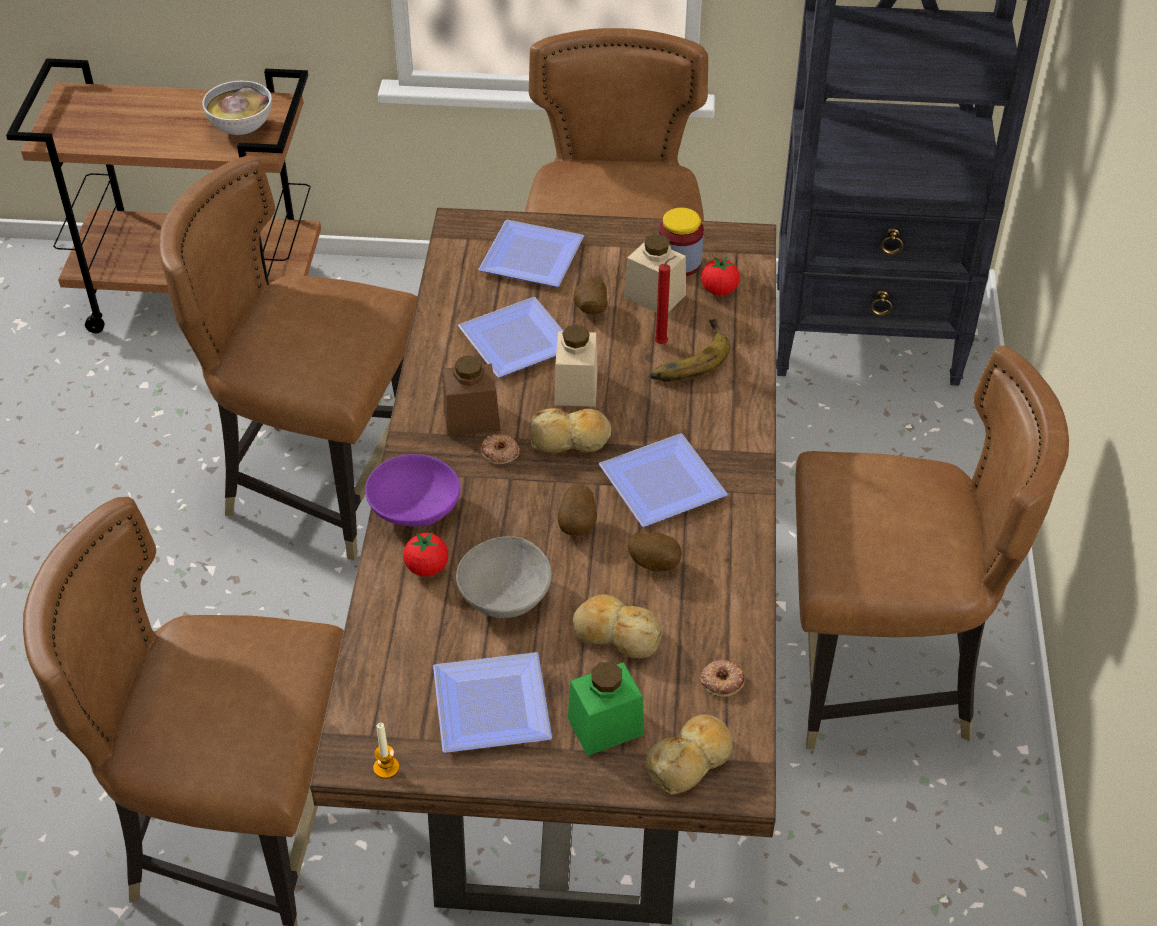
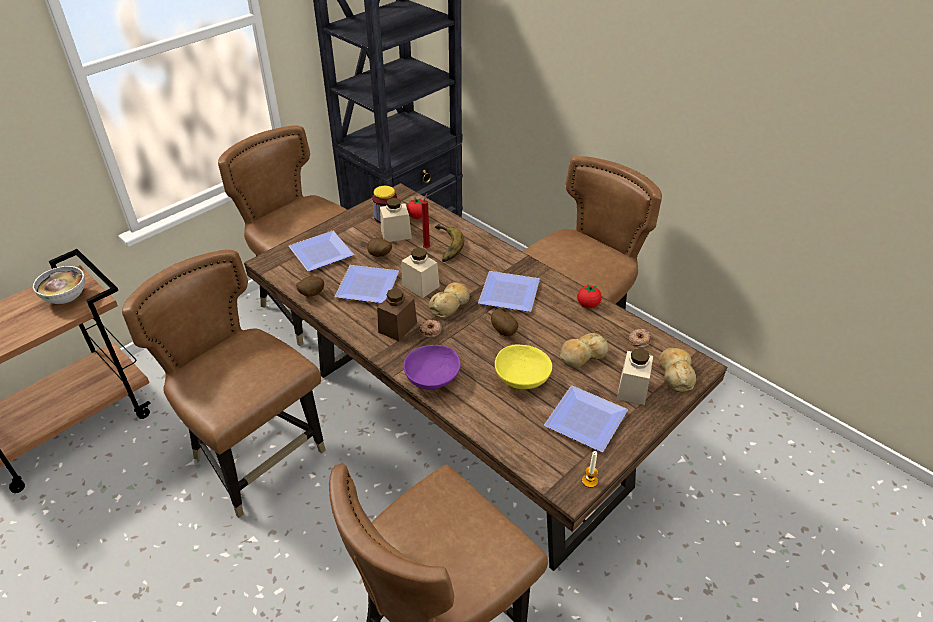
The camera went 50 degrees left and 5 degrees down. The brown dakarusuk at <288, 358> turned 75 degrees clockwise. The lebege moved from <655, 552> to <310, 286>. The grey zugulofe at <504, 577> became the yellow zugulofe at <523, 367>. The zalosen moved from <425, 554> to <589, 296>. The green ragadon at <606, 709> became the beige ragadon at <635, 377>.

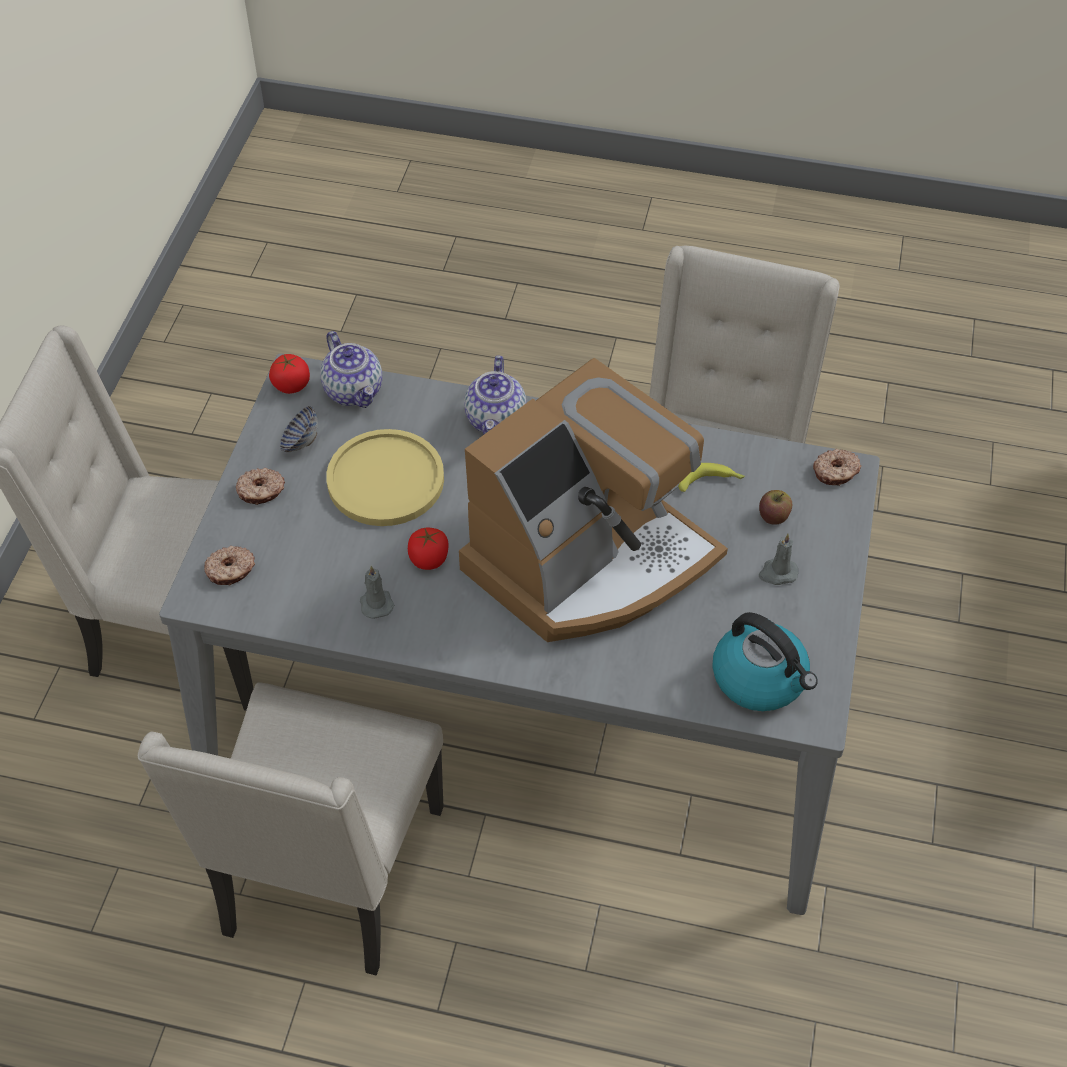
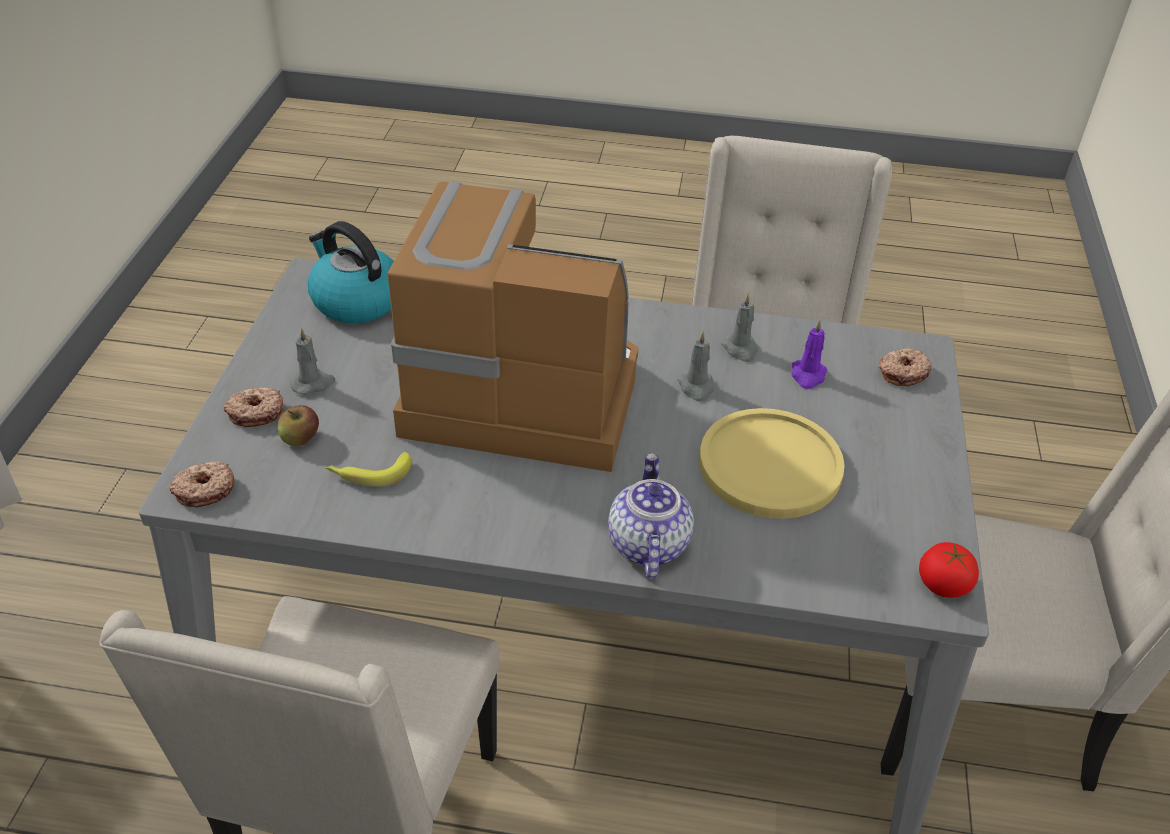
The camera went 175 degrees right and 10 degrees down. The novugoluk moved from <260, 486> to <253, 407>. The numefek at <593, 500> turned 60 degrees clockwise. The zalosen at <428, 549> was replaced by the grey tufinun at <695, 366>. The purple tufinun at <809, 354> appeared. The zugulofe at <299, 429> disappeared. The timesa at <351, 369> disappeared.

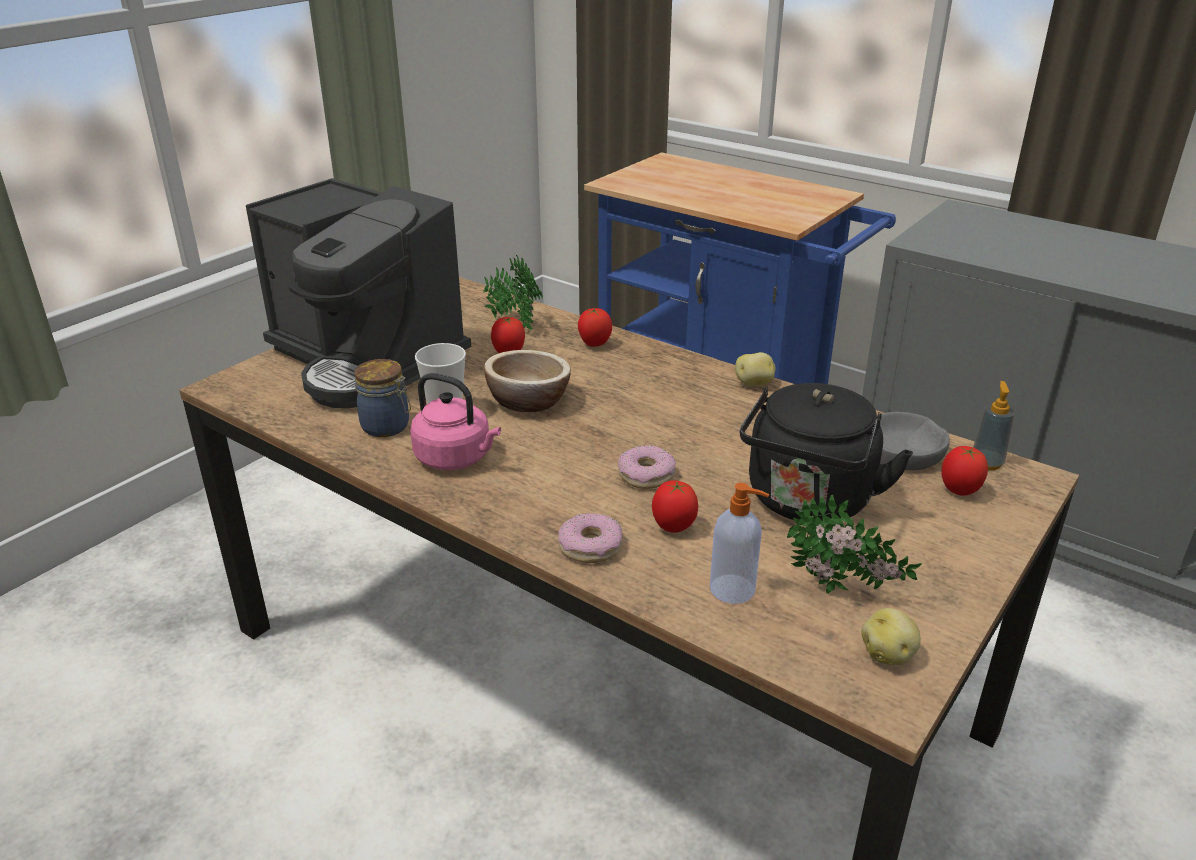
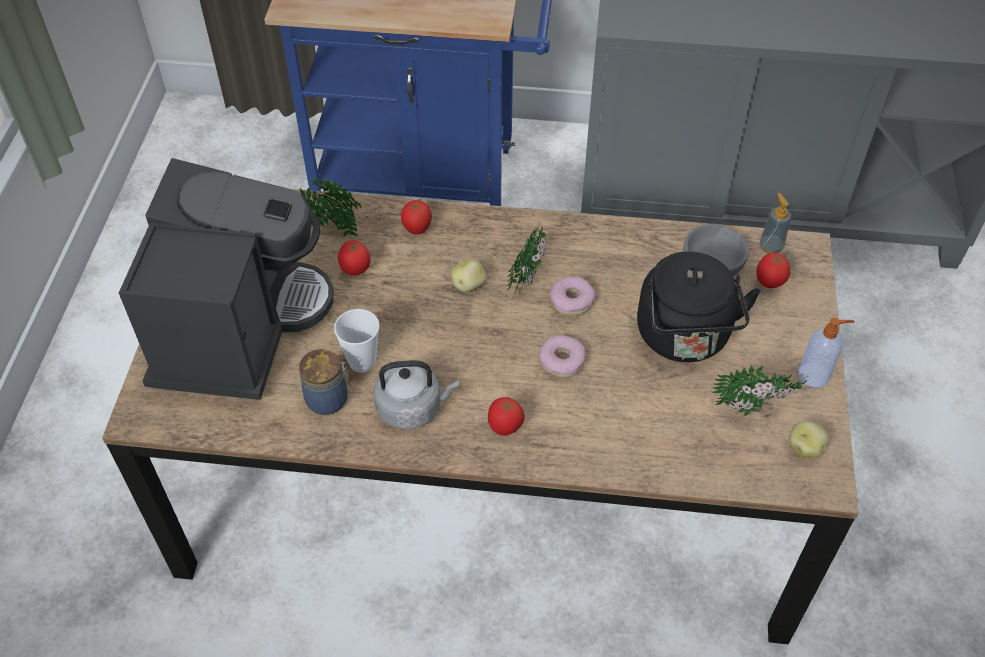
The camera went 30 degrees left and 20 degrees up. The numefek at <358, 293> turned 90 degrees counterclockwise. The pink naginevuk at <455, 421> became the grey naginevuk at <416, 394>. The lebege moved from <755, 369> to <469, 276>. The zalosen moved from <675, 506> to <506, 416>. The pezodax at <526, 260> appeared. The novugoluk moved from <590, 538> to <573, 296>. The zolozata moved from <740, 543> to <826, 353>. The zugulofe at <527, 381> disappeared.

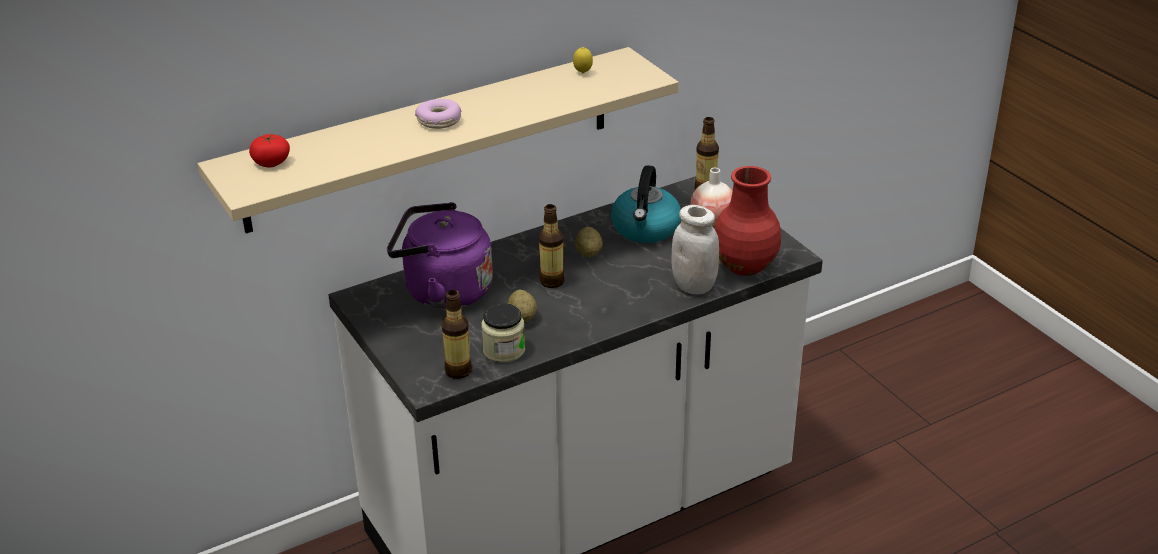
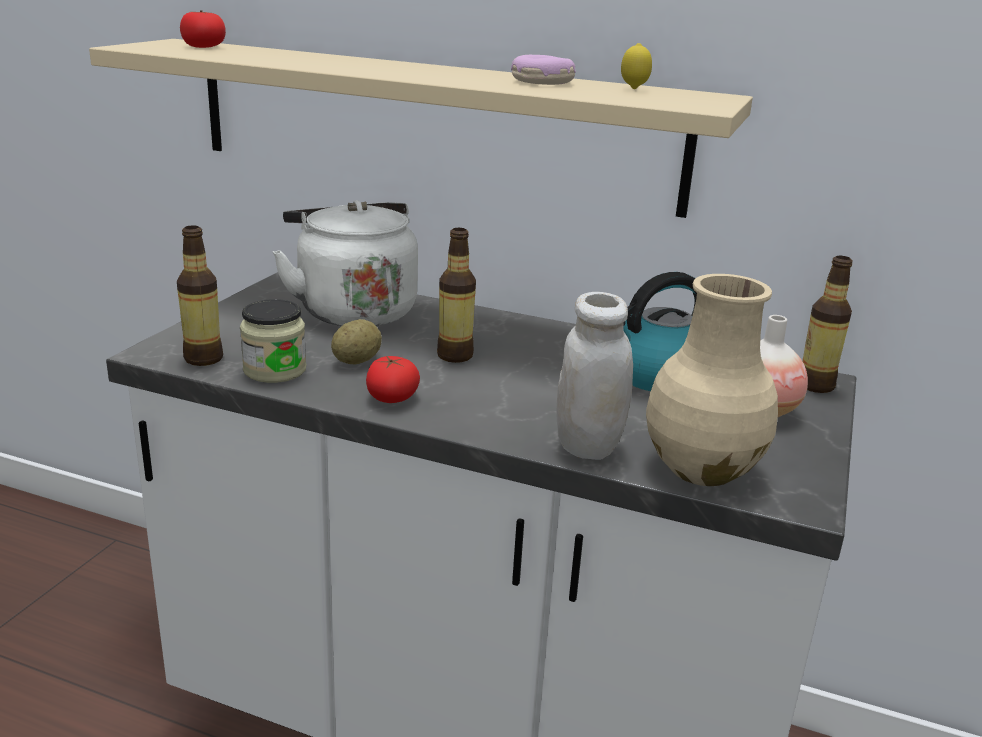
The camera went 50 degrees right and 10 degrees down. The purple naginevuk at <440, 255> became the white naginevuk at <345, 263>. The zalosen at <393, 379> appeared. The novugoluk moved from <438, 114> to <543, 70>. The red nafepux at <747, 221> became the beige nafepux at <712, 380>. The lebege at <589, 242> disappeared.

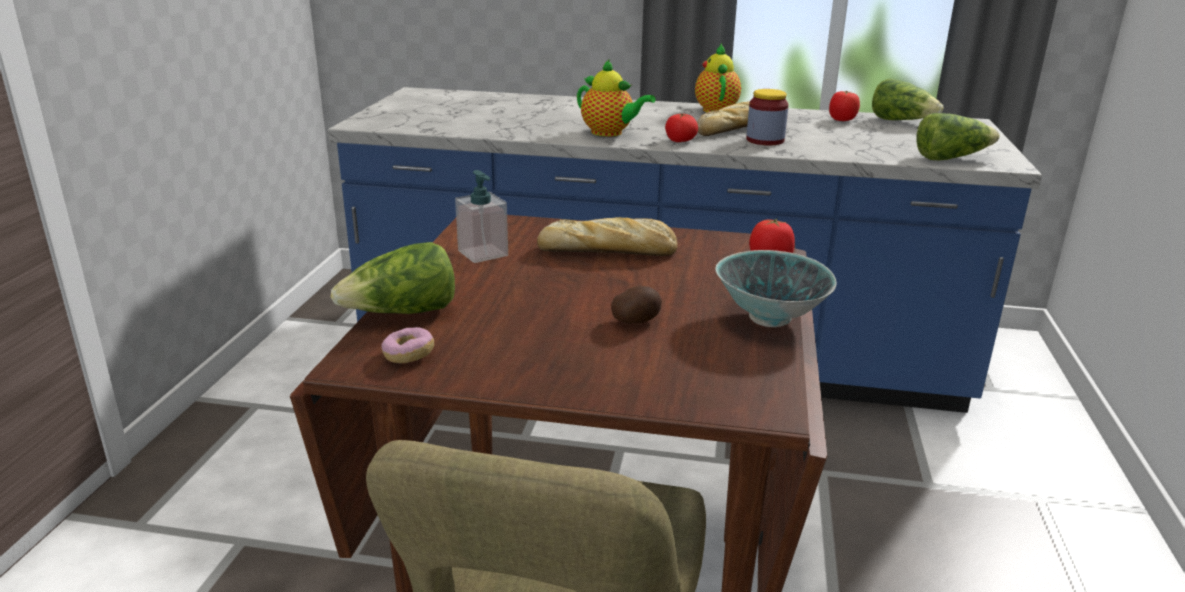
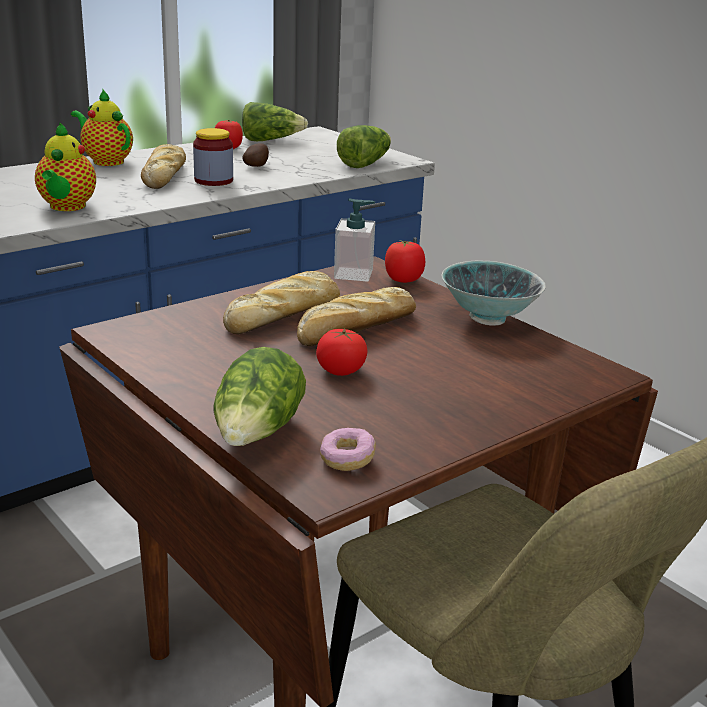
The camera went 50 degrees left and 0 degrees up. The timesa at <616, 98> turned 105 degrees clockwise. The lebege moved from <636, 304> to <255, 155>. The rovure at <356, 316> appeared. The zalosen moved from <681, 128> to <342, 352>. The zolozata moved from <481, 216> to <354, 240>.

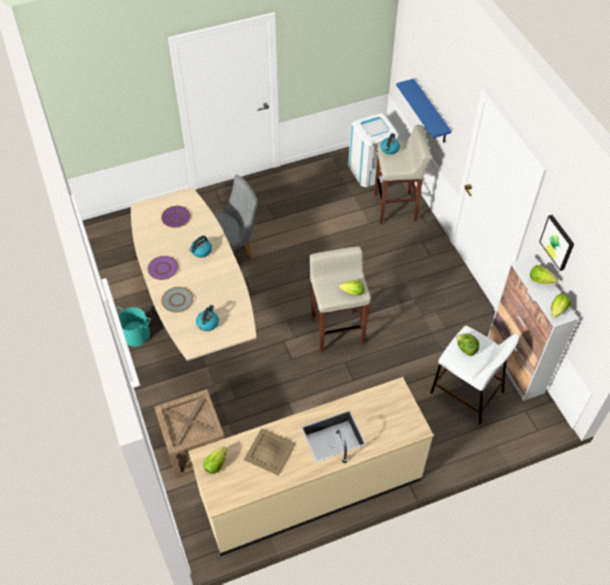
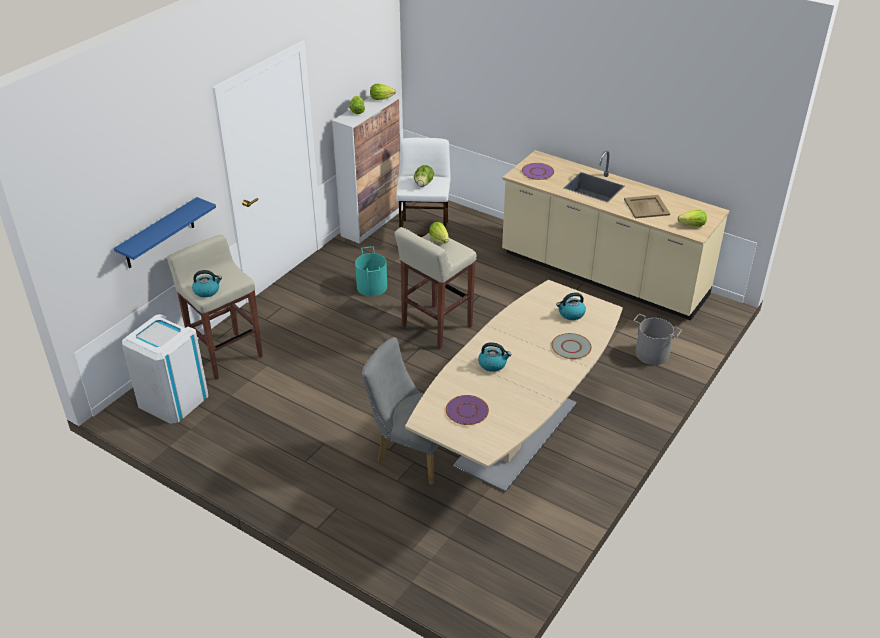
The camera went 125 degrees left and 15 degrees down. The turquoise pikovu moved from <133, 327> to <371, 271>. The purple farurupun moved from <163, 268> to <538, 171>. The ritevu at <189, 433> was replaced by the grey pikovu at <657, 339>. The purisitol at <556, 243> disappeared.

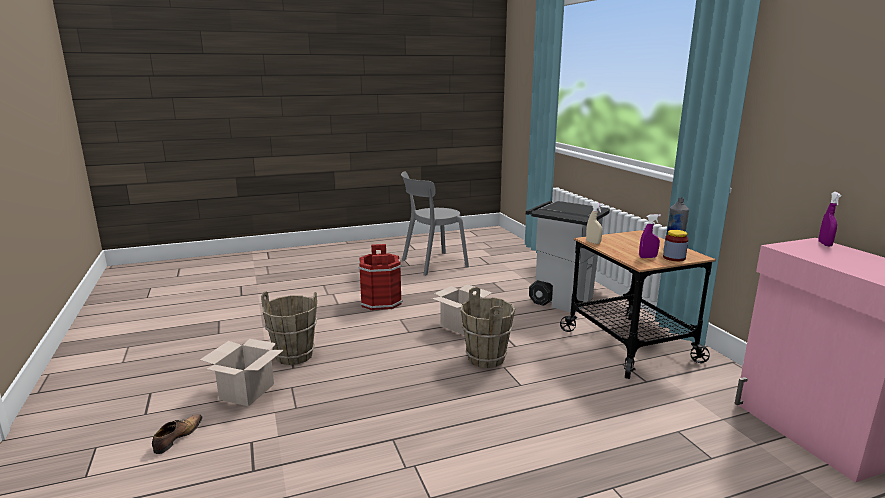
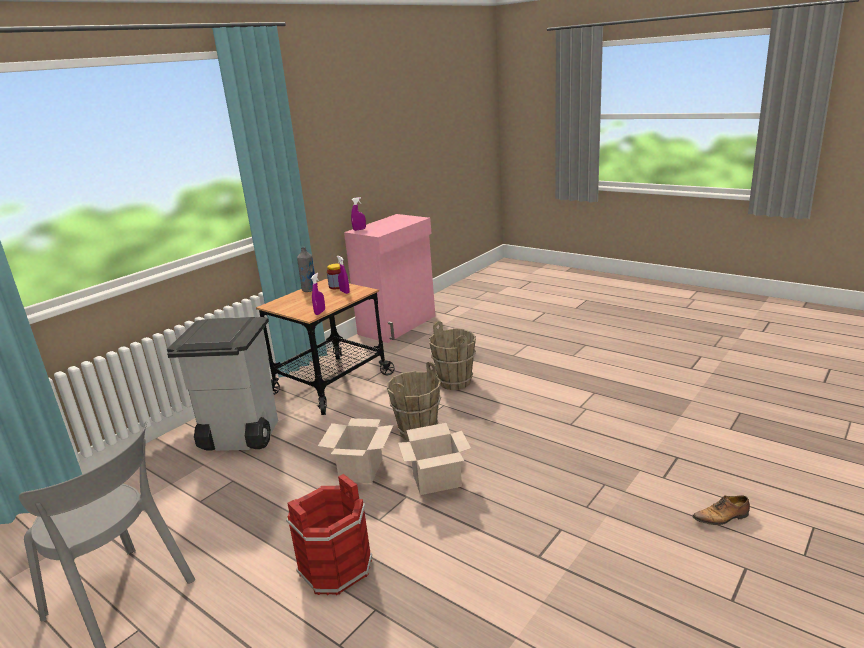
The camera went 120 degrees left and 5 degrees up. The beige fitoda at <594, 223> became the purple fitoda at <318, 294>. The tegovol moved from <242, 372> to <434, 459>. The brown pikovu moved from <289, 328> to <452, 355>.

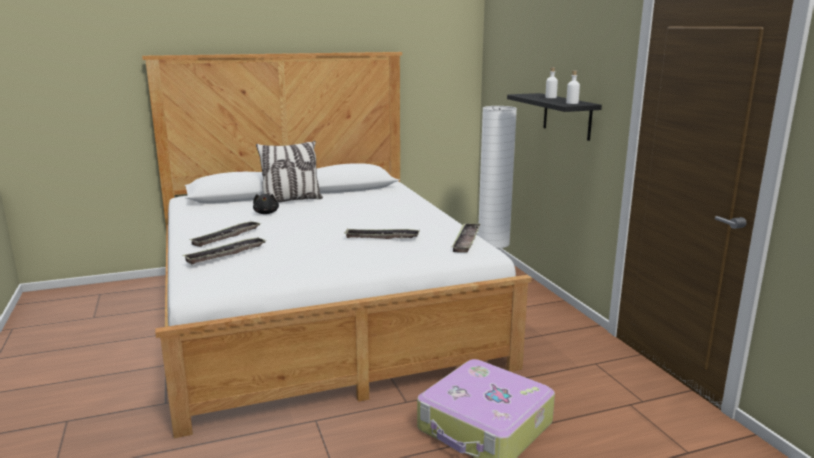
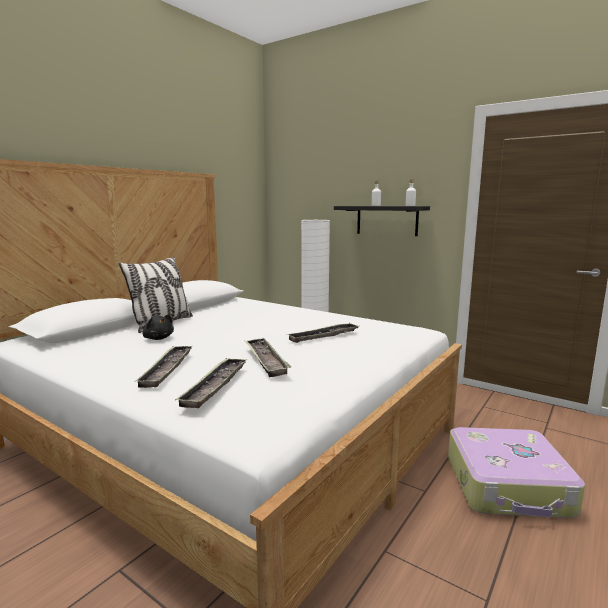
The camera went 35 degrees left and 5 degrees down. The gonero moved from <465, 238> to <267, 357>.

